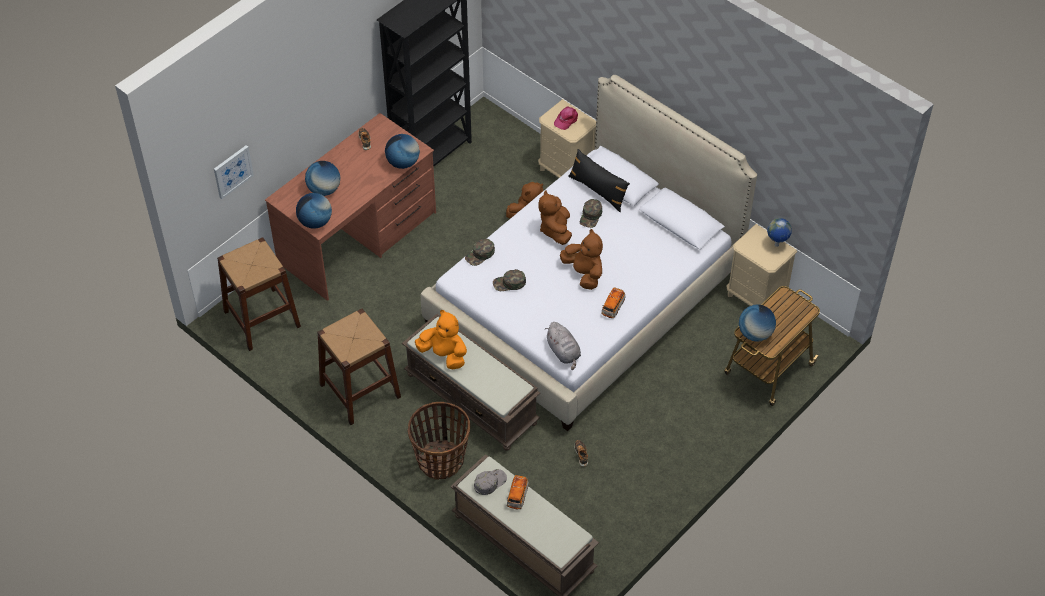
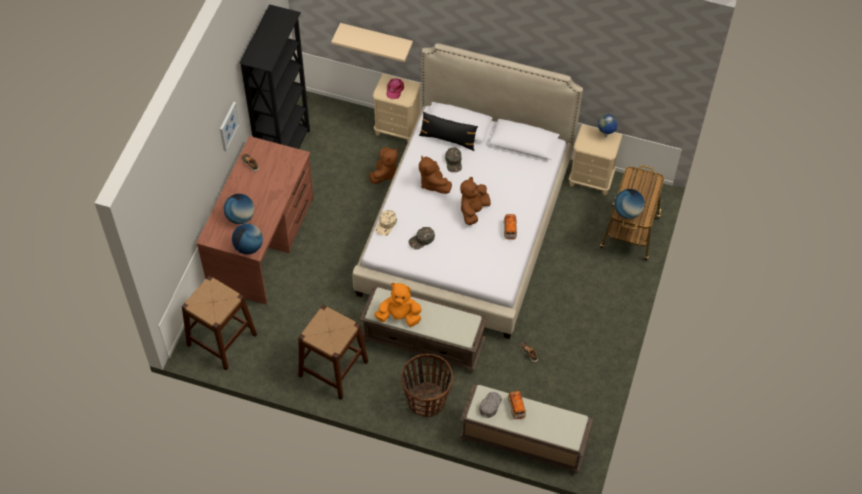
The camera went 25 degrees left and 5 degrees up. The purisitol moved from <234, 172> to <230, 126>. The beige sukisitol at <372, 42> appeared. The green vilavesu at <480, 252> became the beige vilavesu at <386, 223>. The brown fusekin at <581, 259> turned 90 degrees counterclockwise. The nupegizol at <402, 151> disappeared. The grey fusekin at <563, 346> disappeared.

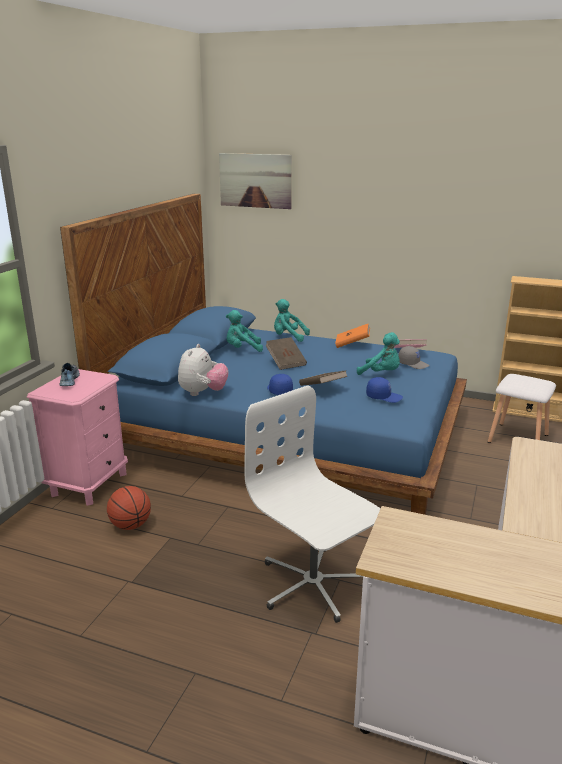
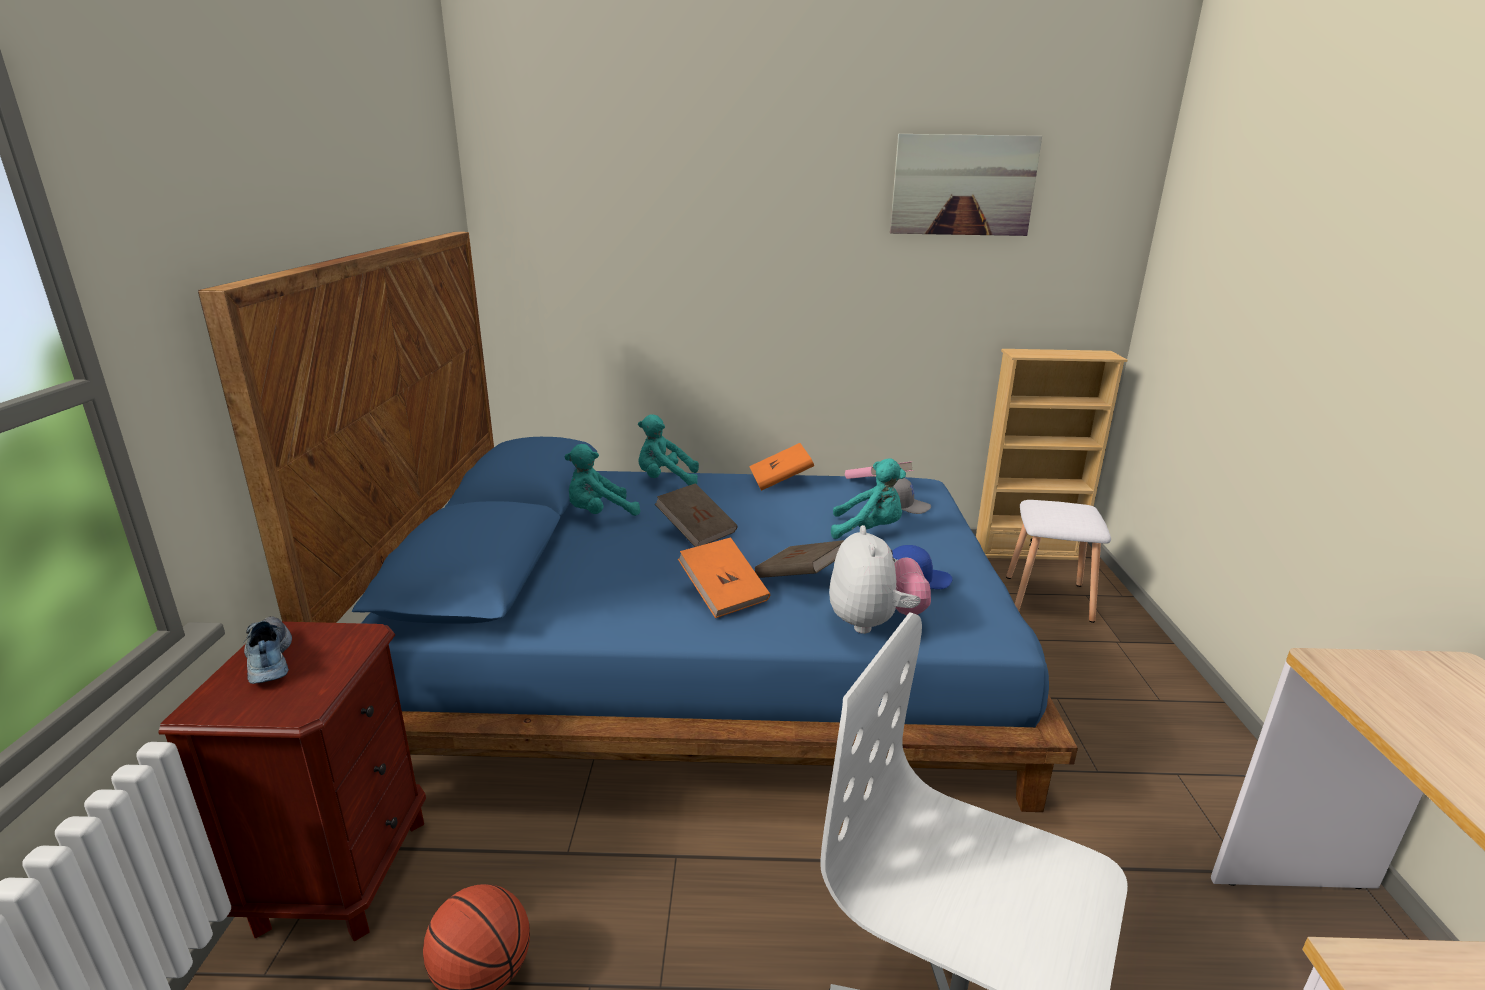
The camera went 20 degrees left and 0 degrees up. The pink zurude at <77, 437> became the brown zurude at <292, 781>. The blue vilavesu at <280, 384> was replaced by the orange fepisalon at <724, 577>. The fusekin moved from <203, 370> to <880, 579>. The purisitol moved from <255, 181> to <966, 185>.

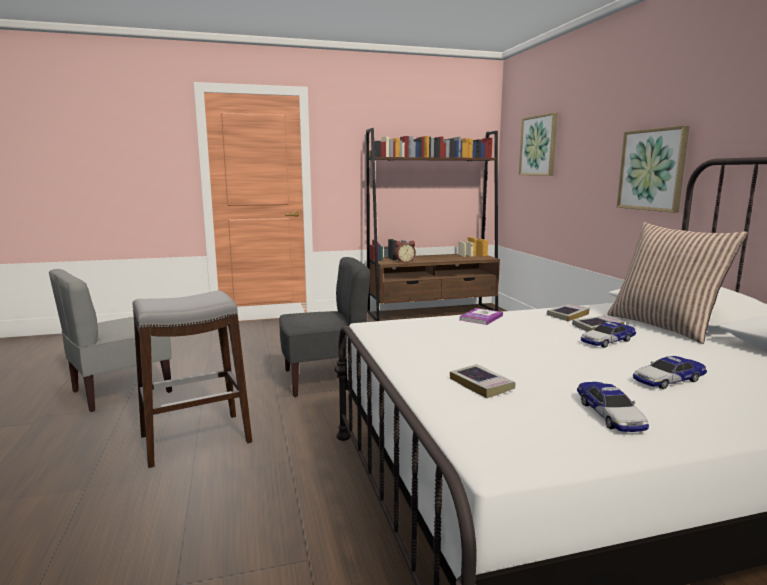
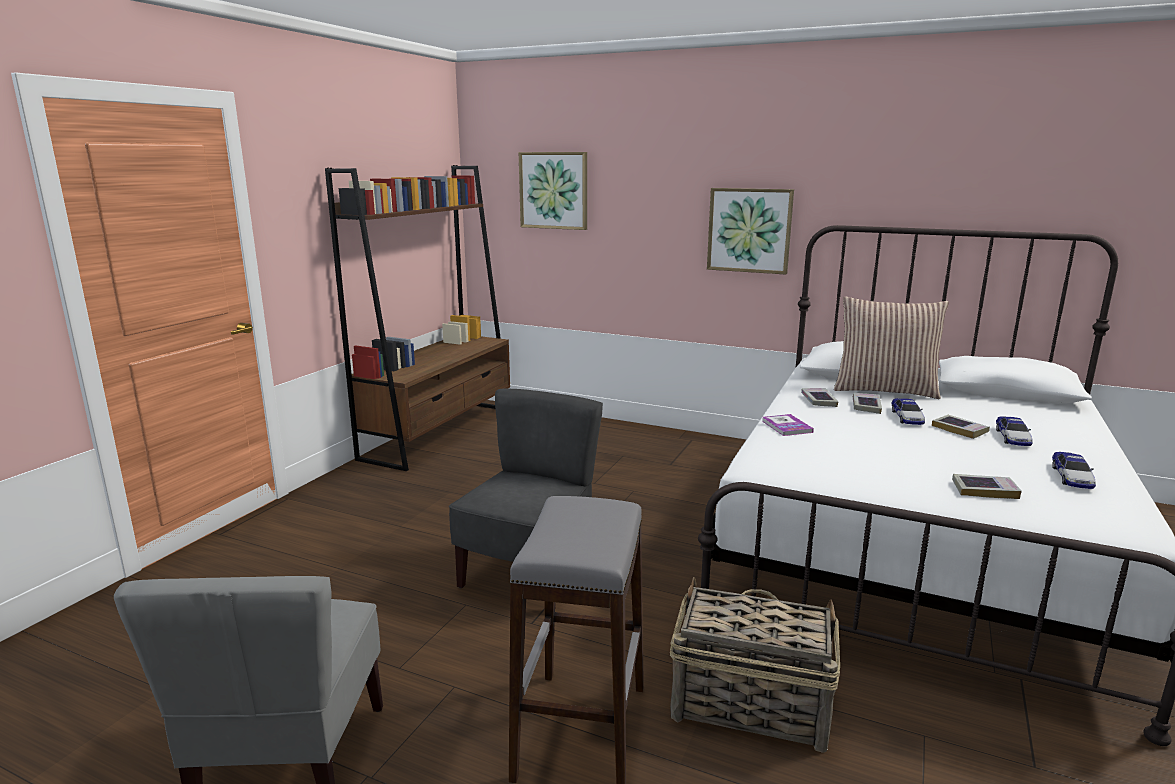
The camera went 50 degrees left and 5 degrees up. The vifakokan at <755, 665> appeared. The fepisalon at <961, 427> appeared. The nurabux at <613, 407> turned 75 degrees clockwise. The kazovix at <405, 252> disappeared.

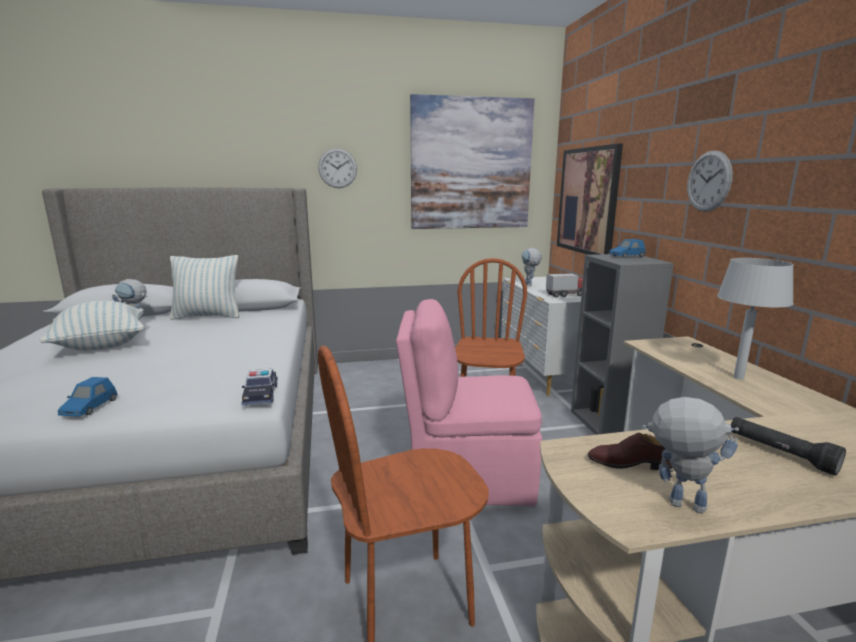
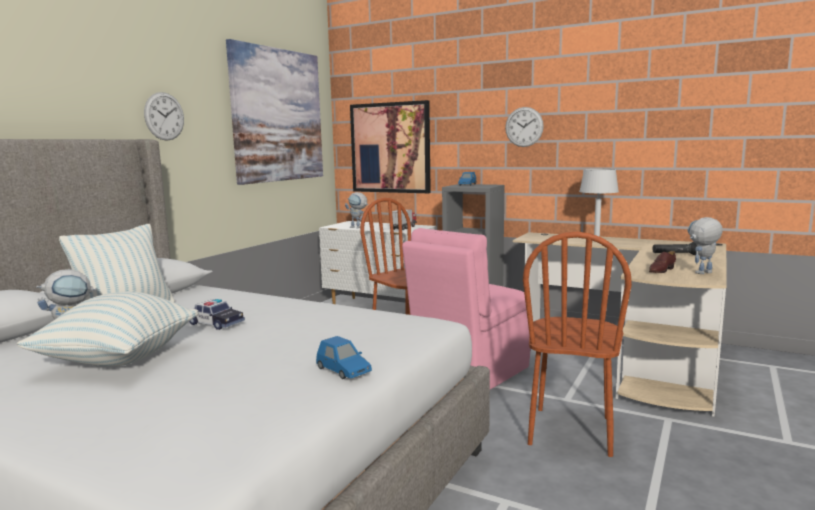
The camera went 50 degrees left and 5 degrees down. The nurabux moved from <260, 387> to <217, 314>.

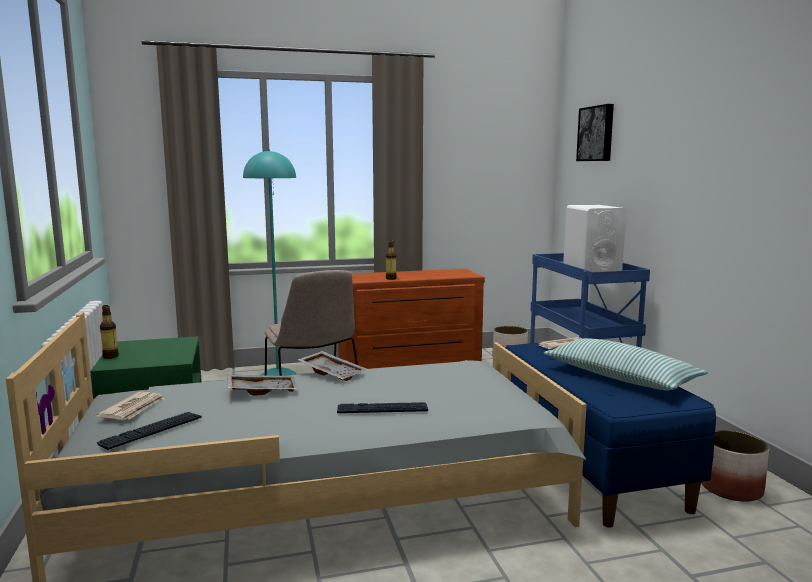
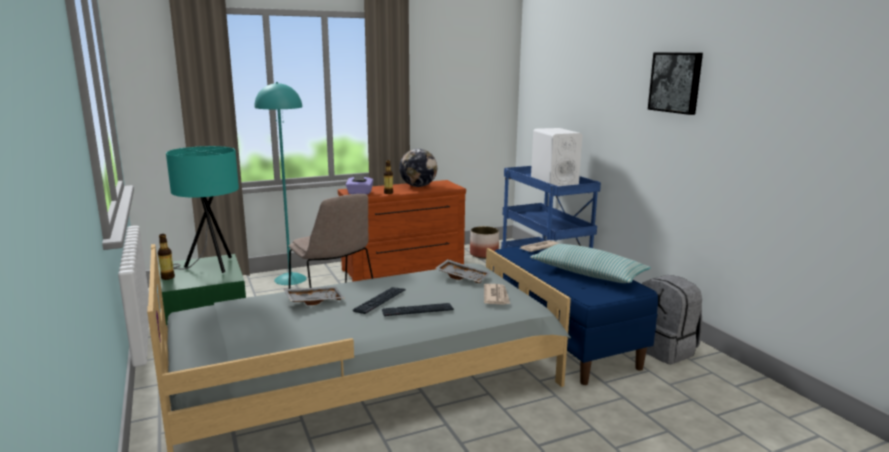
The camera went 10 degrees left and 5 degrees up. The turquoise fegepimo at <202, 209> appeared. The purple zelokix at <360, 184> appeared. The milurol moved from <149, 431> to <379, 300>. The nupegizol at <418, 168> appeared. The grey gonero moved from <332, 366> to <463, 271>. The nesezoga moved from <130, 405> to <497, 294>. The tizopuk at <735, 465> was replaced by the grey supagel at <672, 319>. The purisitol moved from <595, 132> to <675, 83>.

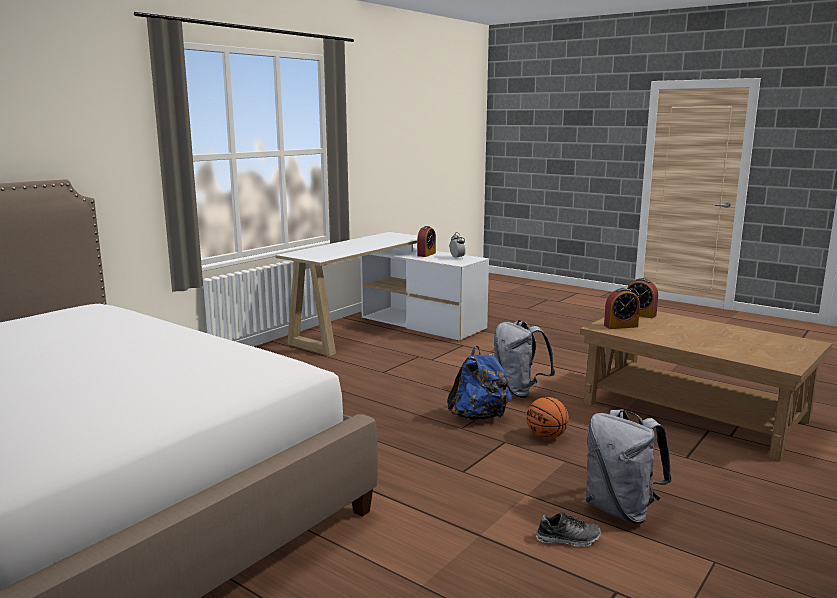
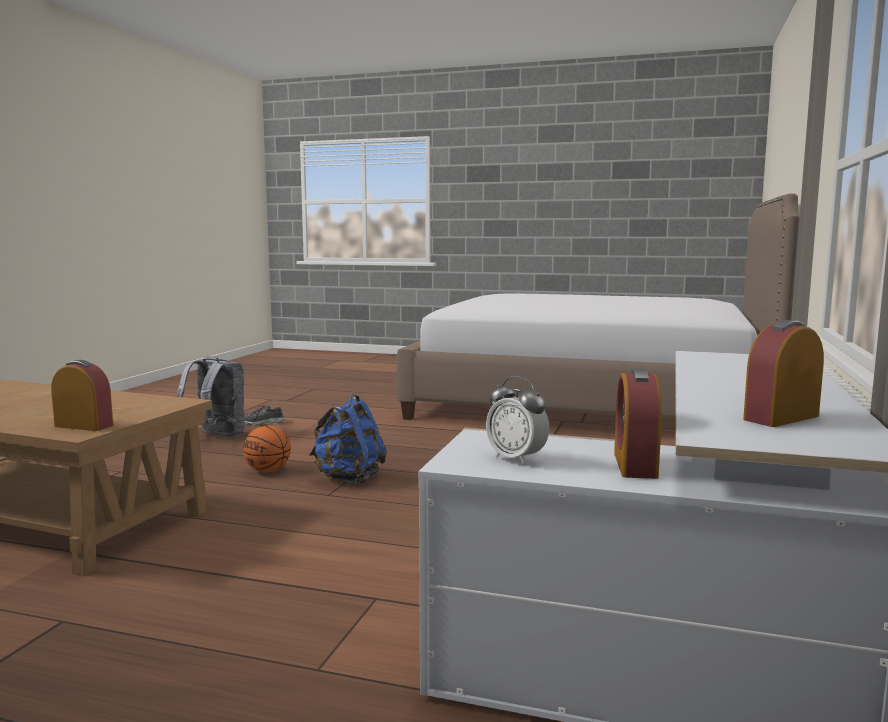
The camera went 160 degrees right and 5 degrees down. The kazovix moved from <622, 308> to <783, 373>. The grey supagel at <524, 359> disappeared.

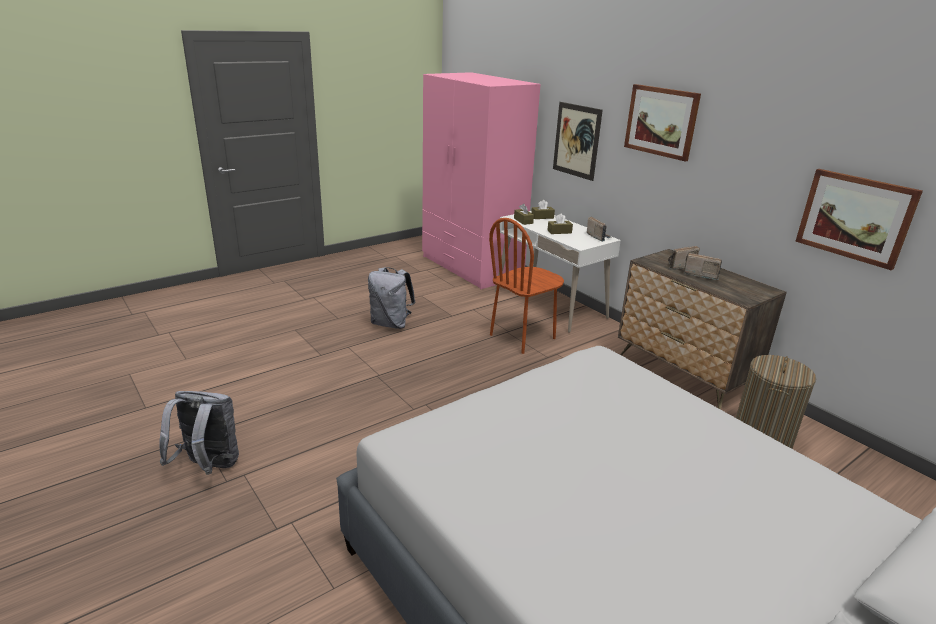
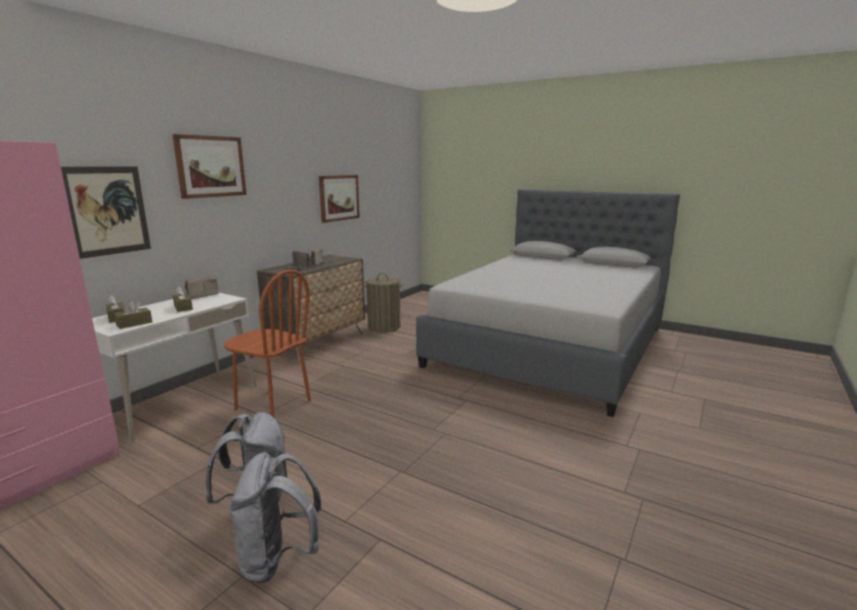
The camera went 110 degrees left and 10 degrees down. The grey supagel moved from <199, 433> to <275, 517>.

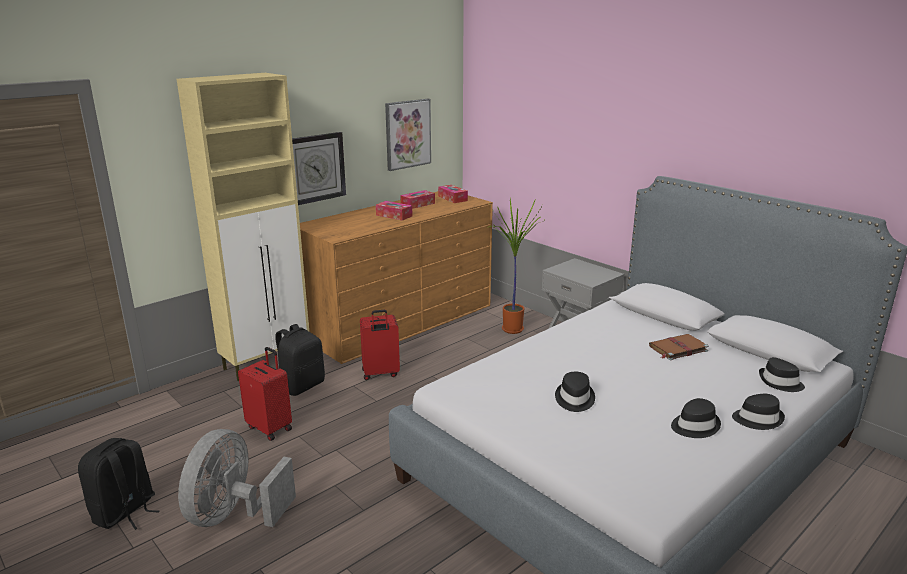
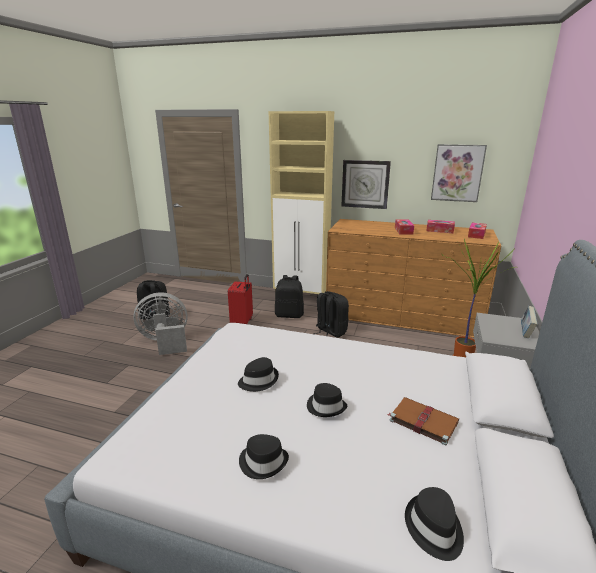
The camera went 60 degrees right and 0 degrees up. The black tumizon moved from <758, 412> to <327, 400>. The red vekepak at <380, 345> was replaced by the black supagel at <331, 314>. The fepisalon at <529, 322> appeared.

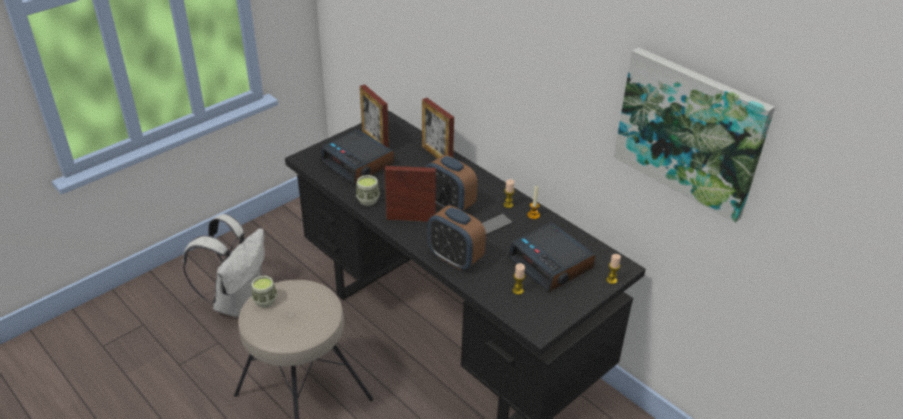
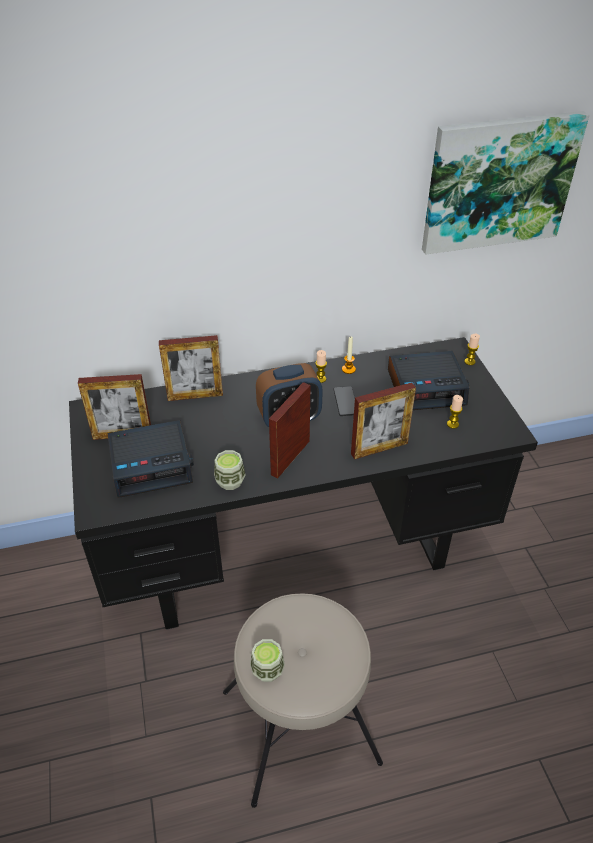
The camera went 60 degrees left and 5 degrees up. The kazovix at <457, 237> was replaced by the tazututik at <383, 420>. The white supagel at <224, 265> disappeared.

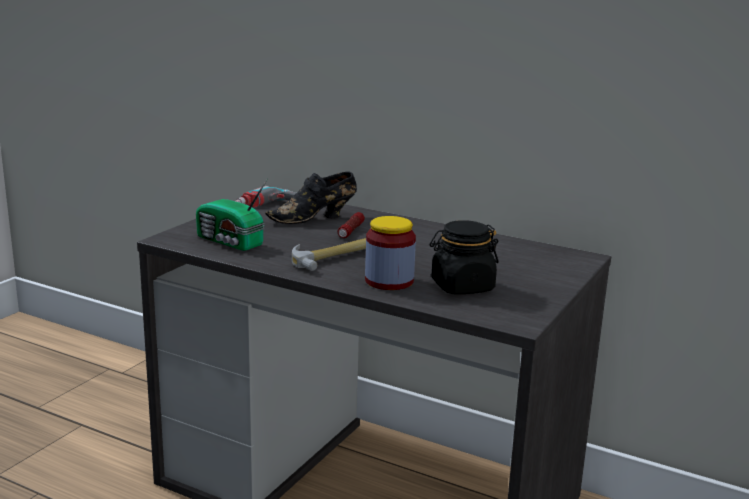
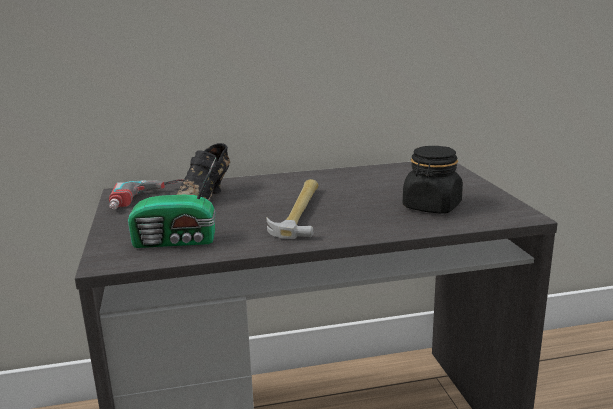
The camera went 40 degrees left and 0 degrees up. The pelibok at <351, 225> disappeared. The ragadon at <390, 253> disappeared.

